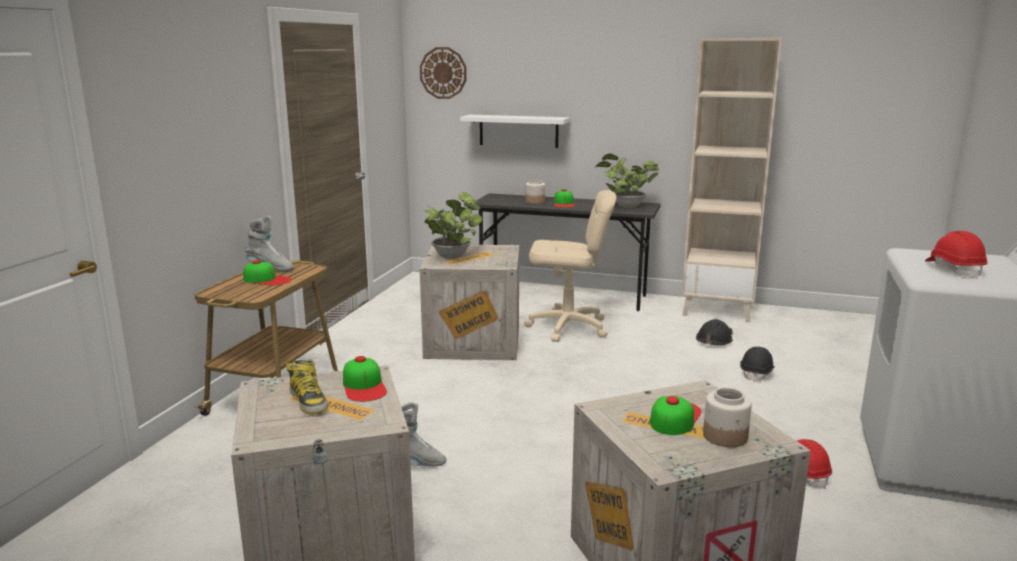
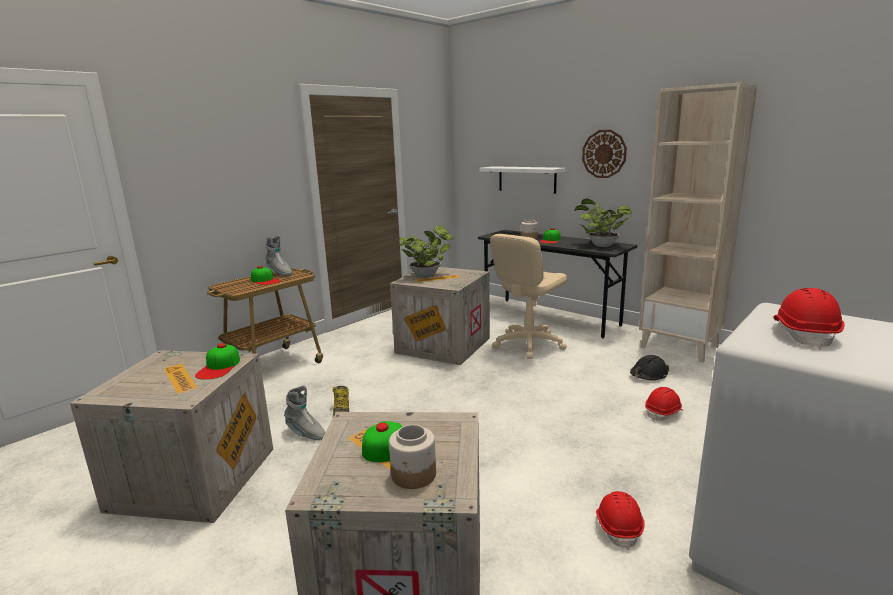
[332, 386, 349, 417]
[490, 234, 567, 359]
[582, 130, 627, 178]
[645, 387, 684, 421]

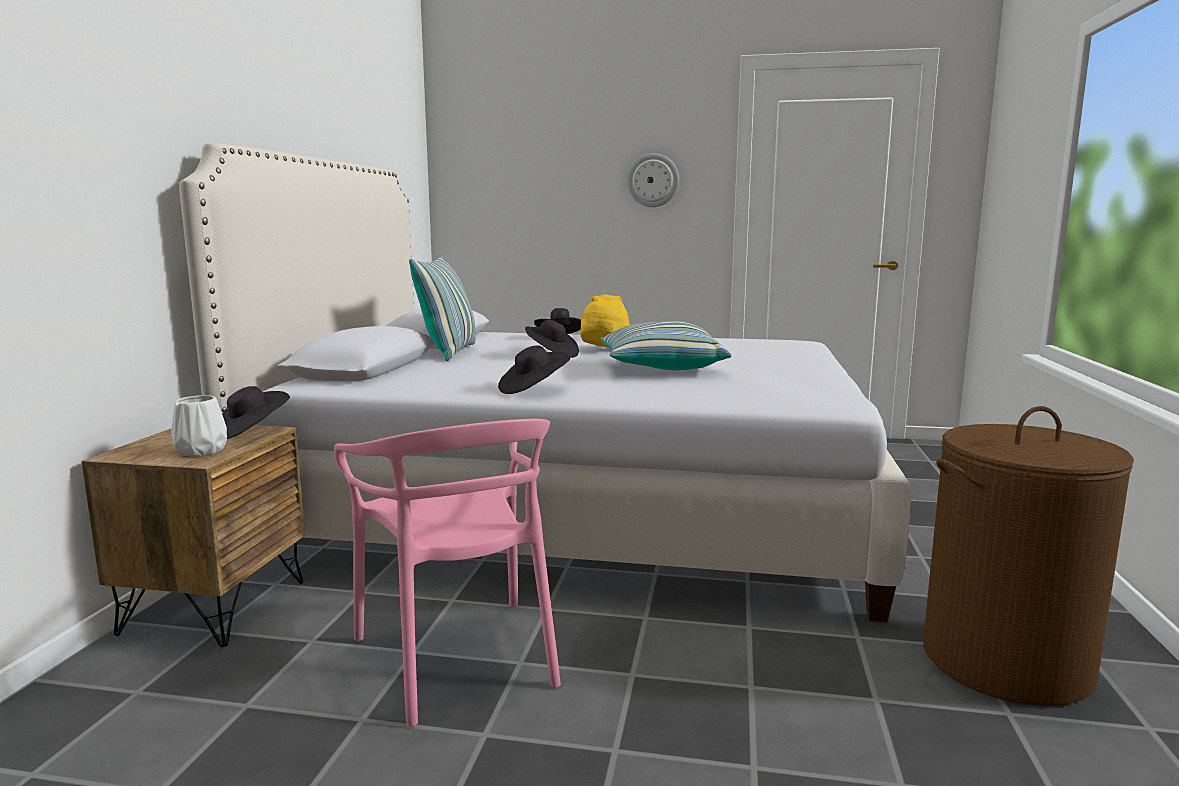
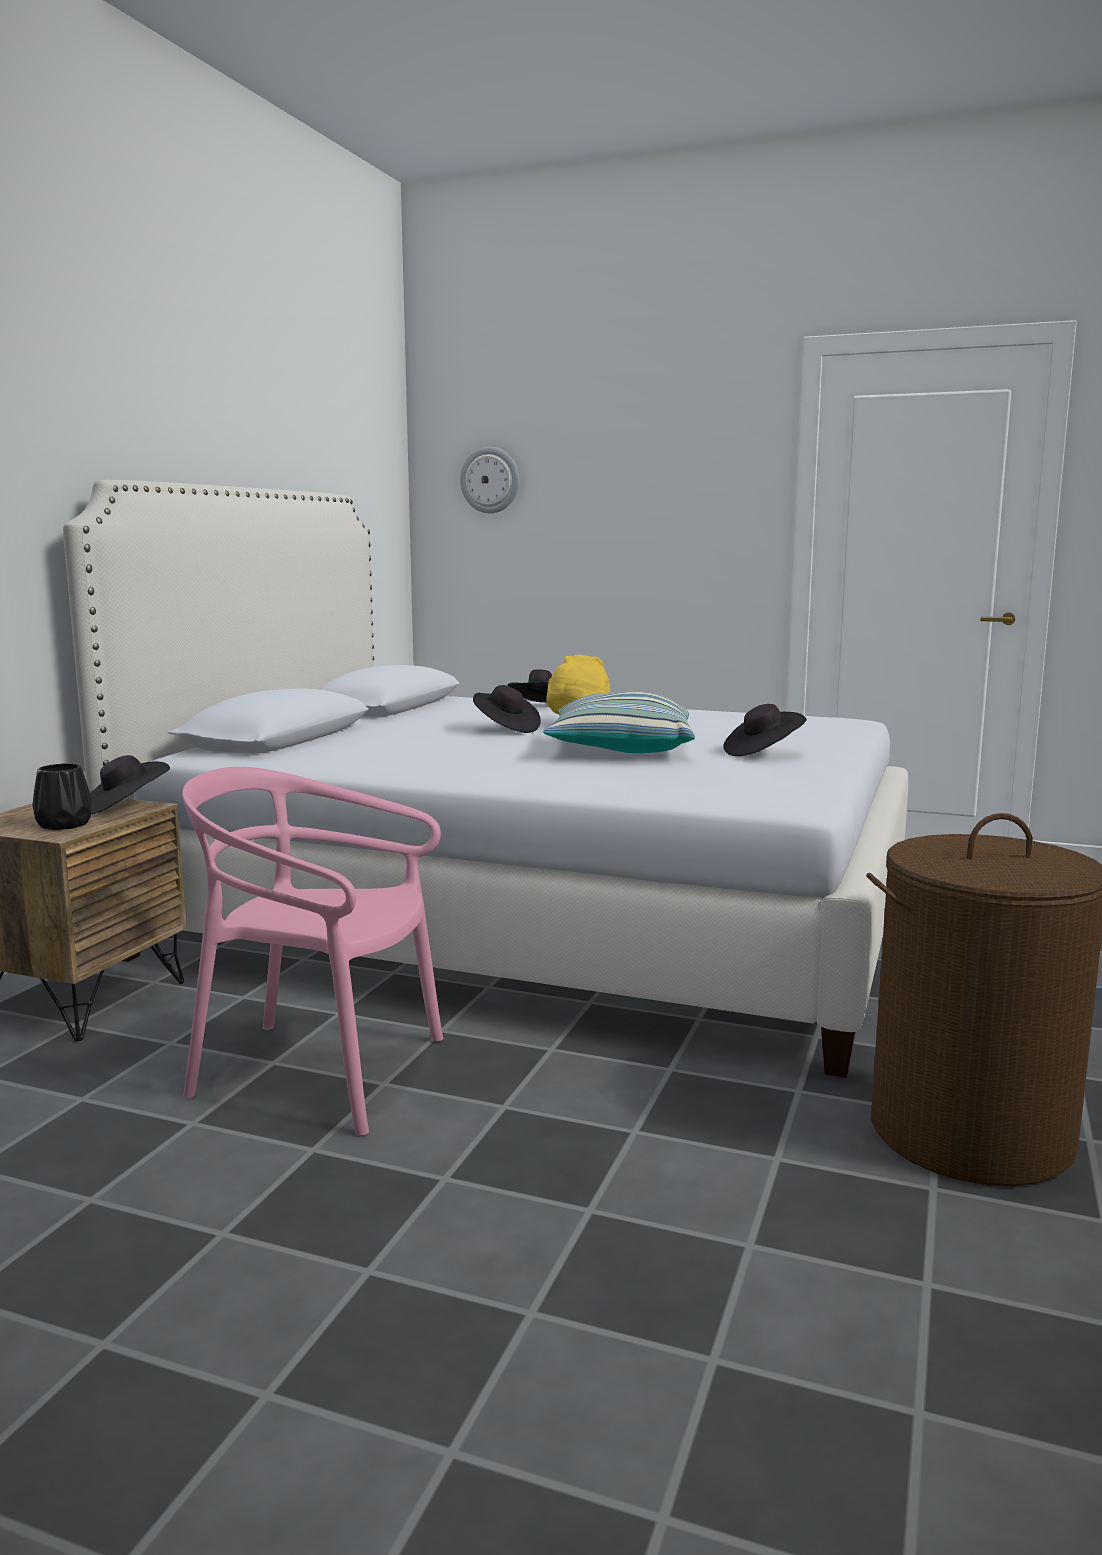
[33, 764, 92, 830]
[182, 767, 443, 1136]
[460, 447, 519, 513]
[723, 704, 807, 756]
[409, 256, 476, 361] (first image)

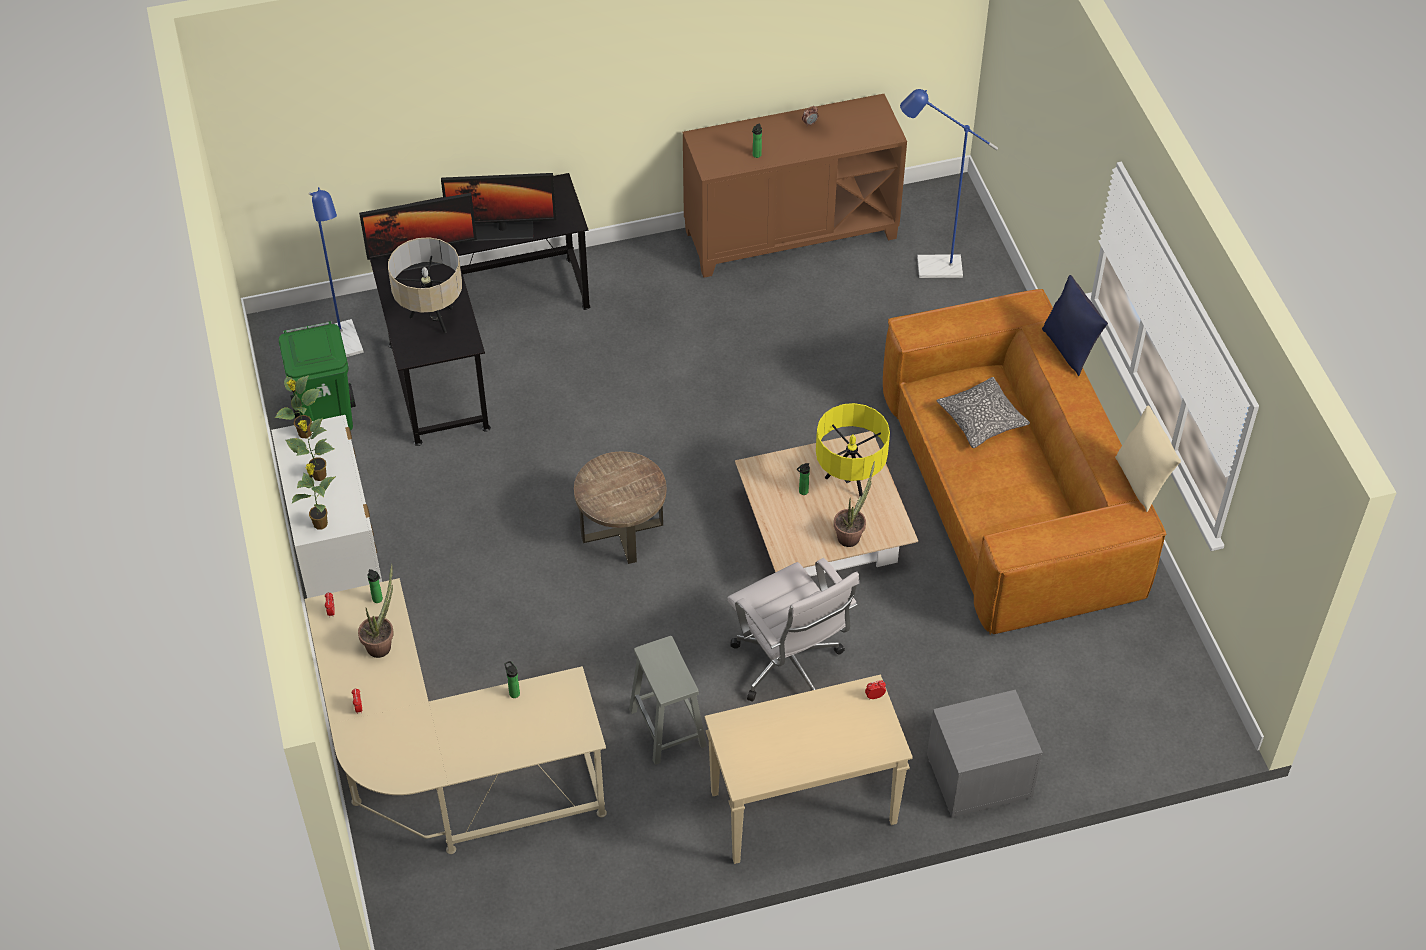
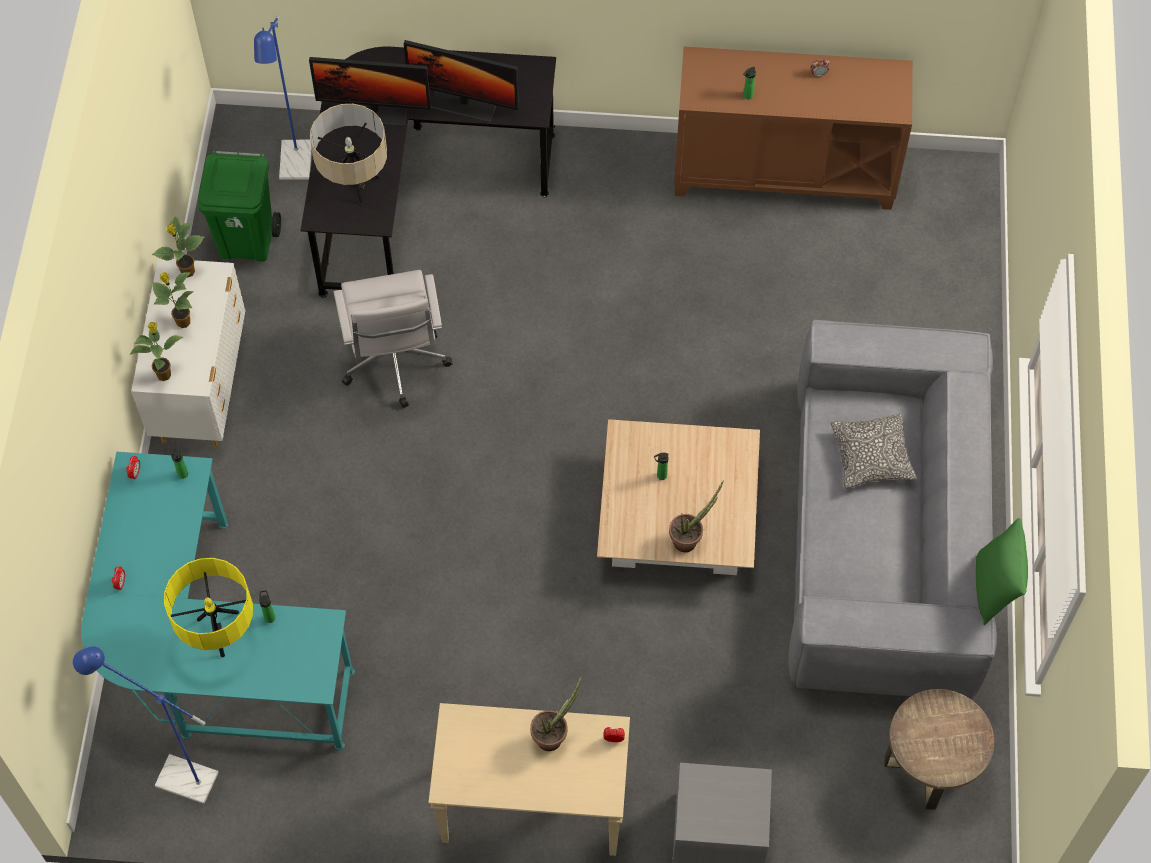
[73, 646, 219, 804]
[81, 452, 355, 750]
[164, 558, 253, 657]
[334, 270, 453, 408]
[530, 674, 583, 751]
[788, 320, 997, 699]
[885, 689, 994, 810]
[976, 518, 1028, 625]
[629, 636, 707, 765] (first image)
[1042, 275, 1108, 376] (first image)

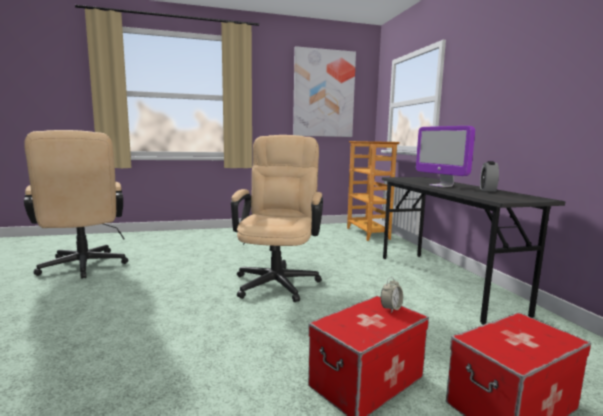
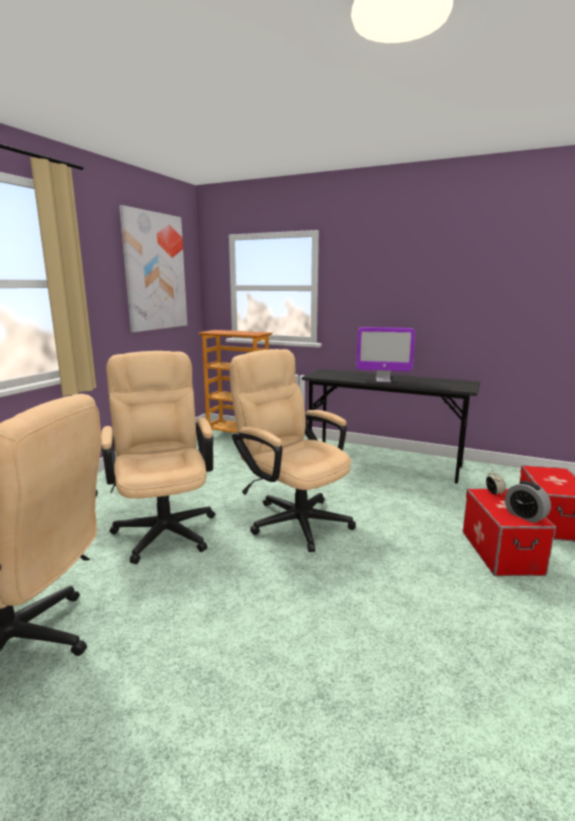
[101, 351, 215, 564]
[505, 481, 551, 523]

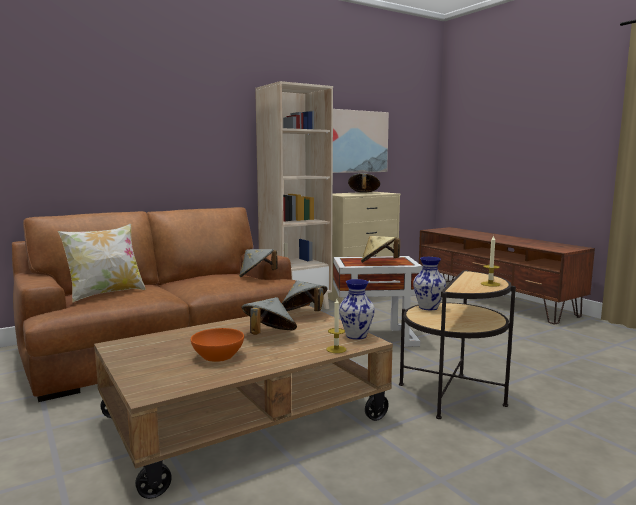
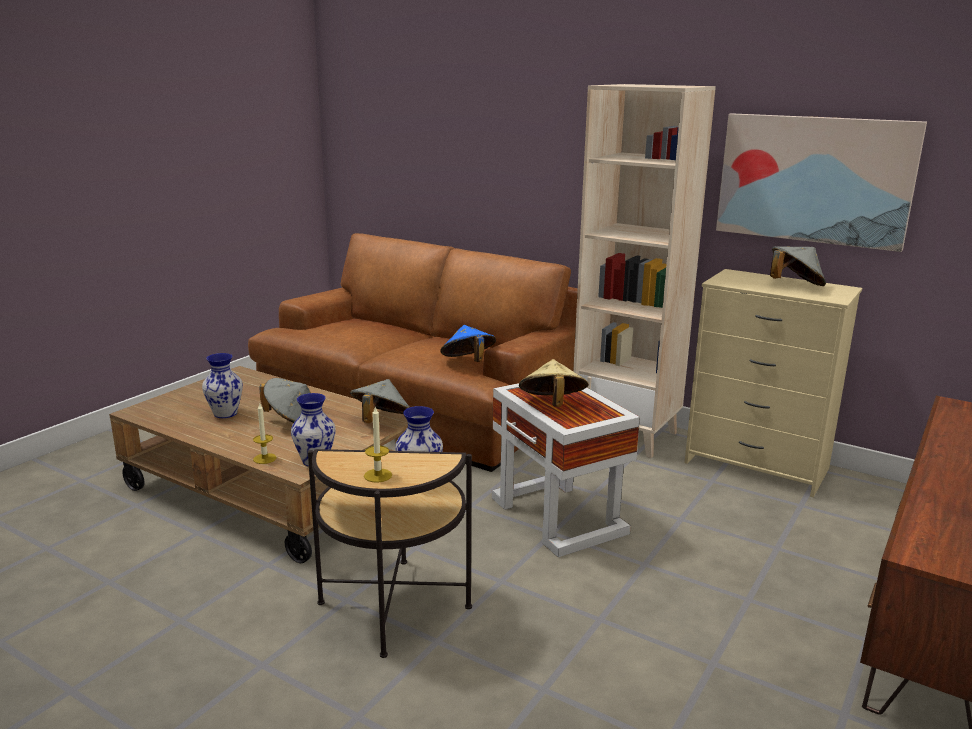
[202, 353, 243, 418]
[440, 325, 496, 362]
[58, 224, 146, 302] (first image)

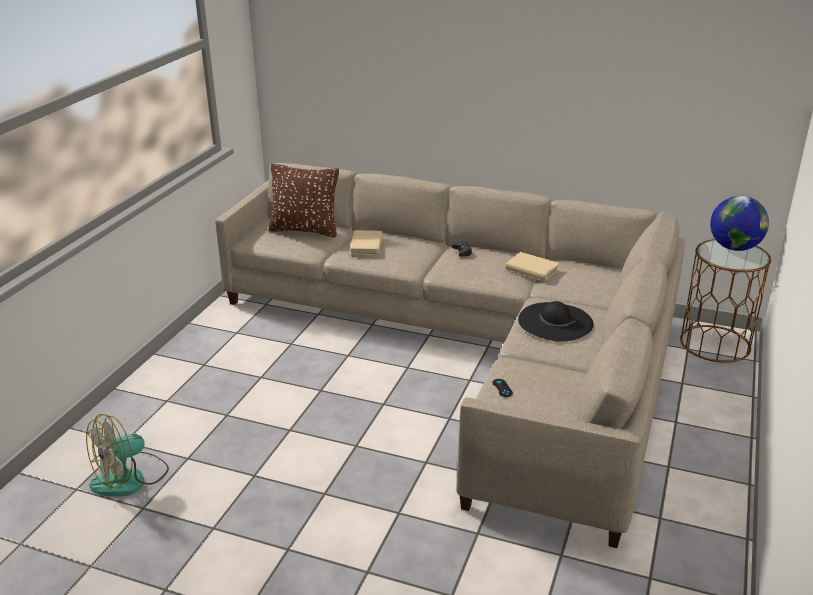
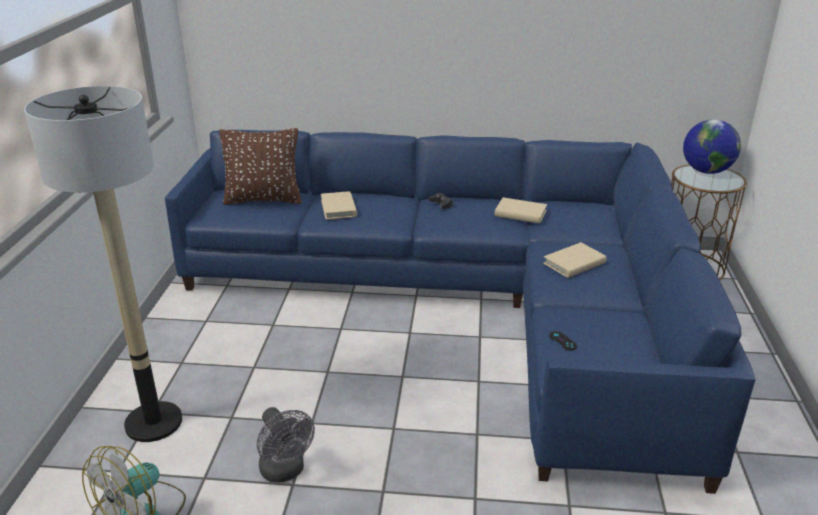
[24, 86, 182, 442]
[165, 130, 756, 494]
[257, 407, 315, 483]
[543, 242, 607, 278]

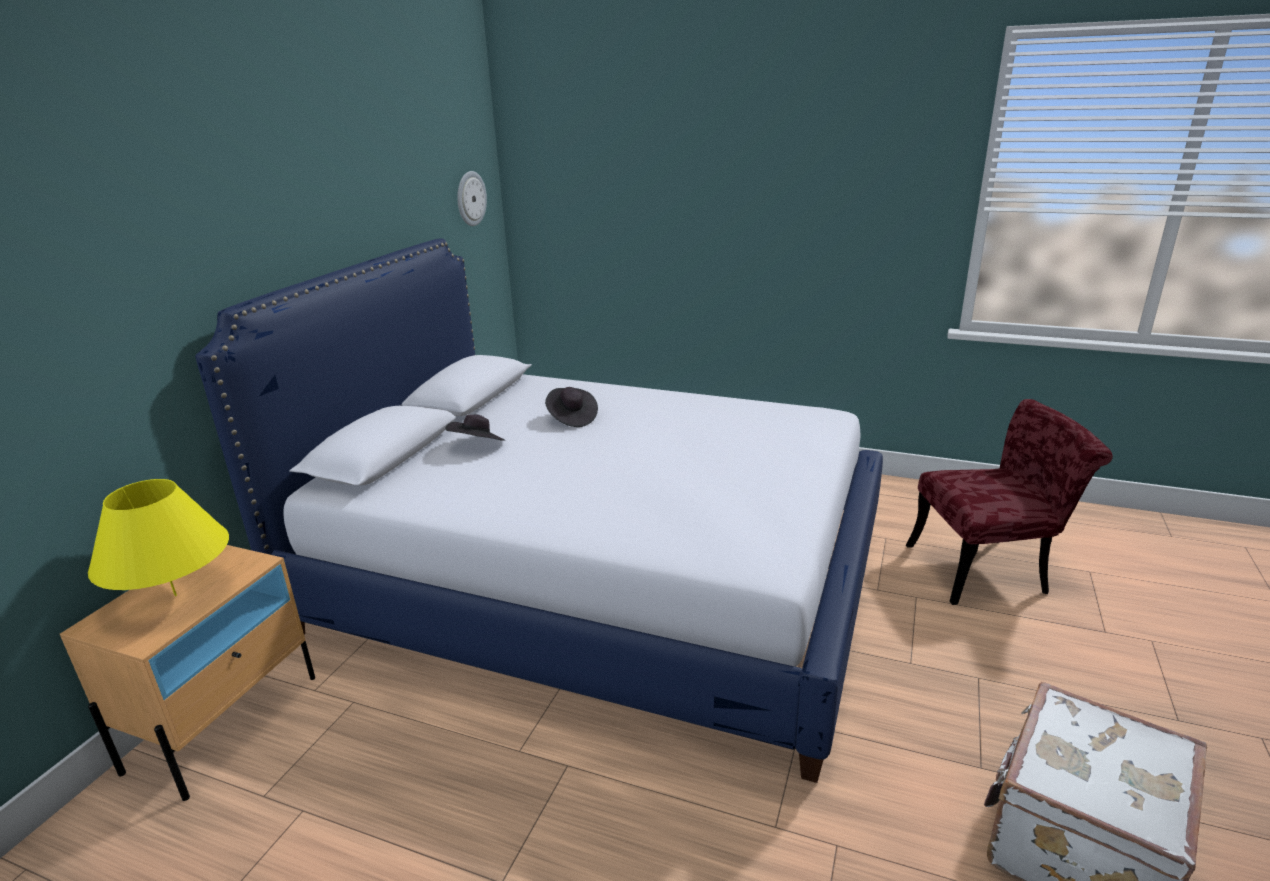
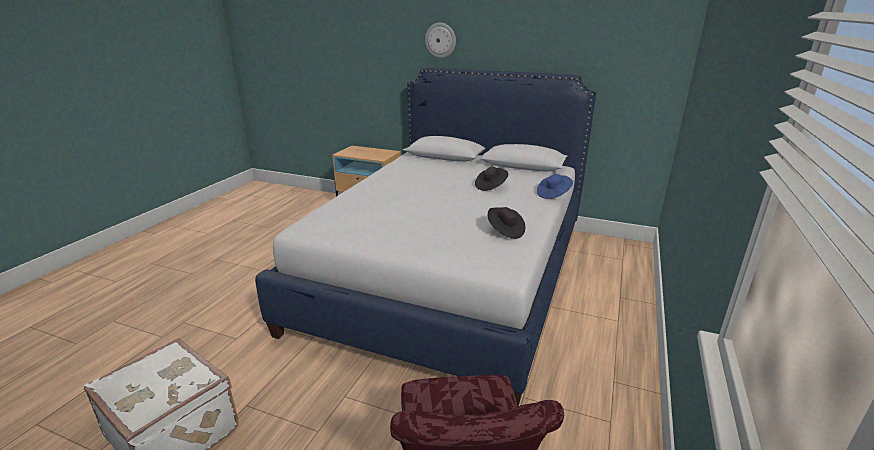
[425, 23, 456, 58]
[488, 207, 525, 239]
[537, 174, 573, 199]
[88, 479, 229, 596] (first image)

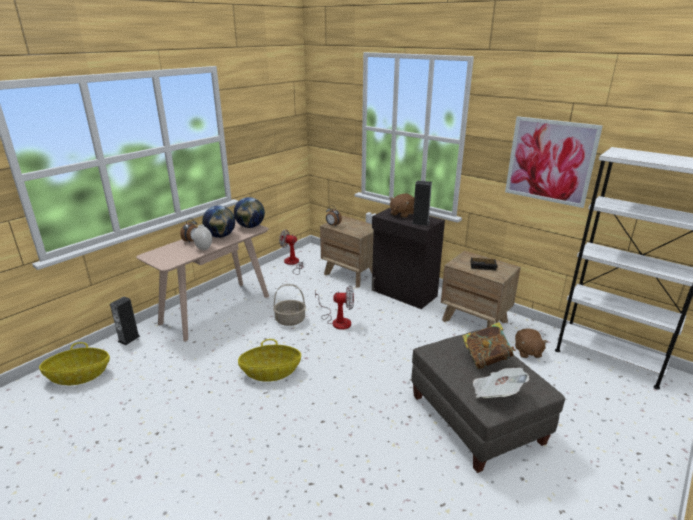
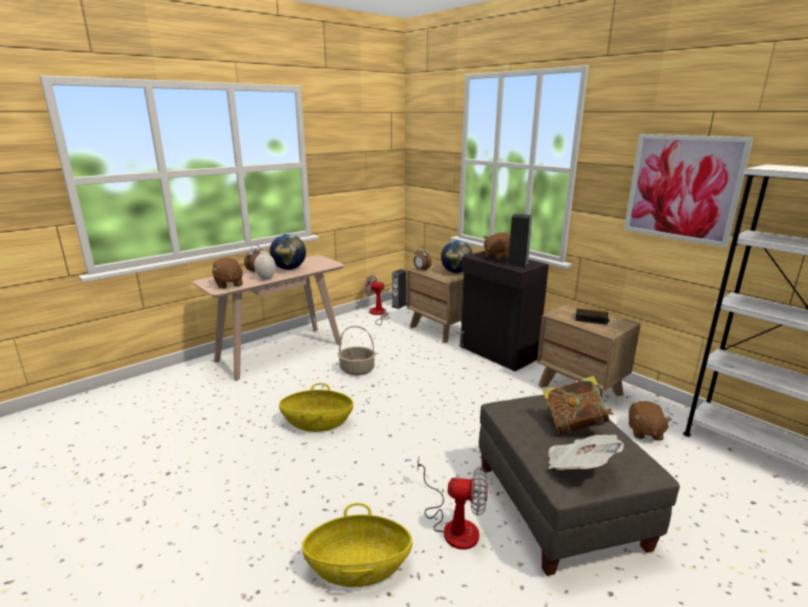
[212, 258, 243, 289]
[302, 503, 412, 587]
[391, 269, 407, 309]
[417, 457, 488, 549]
[441, 241, 473, 273]

